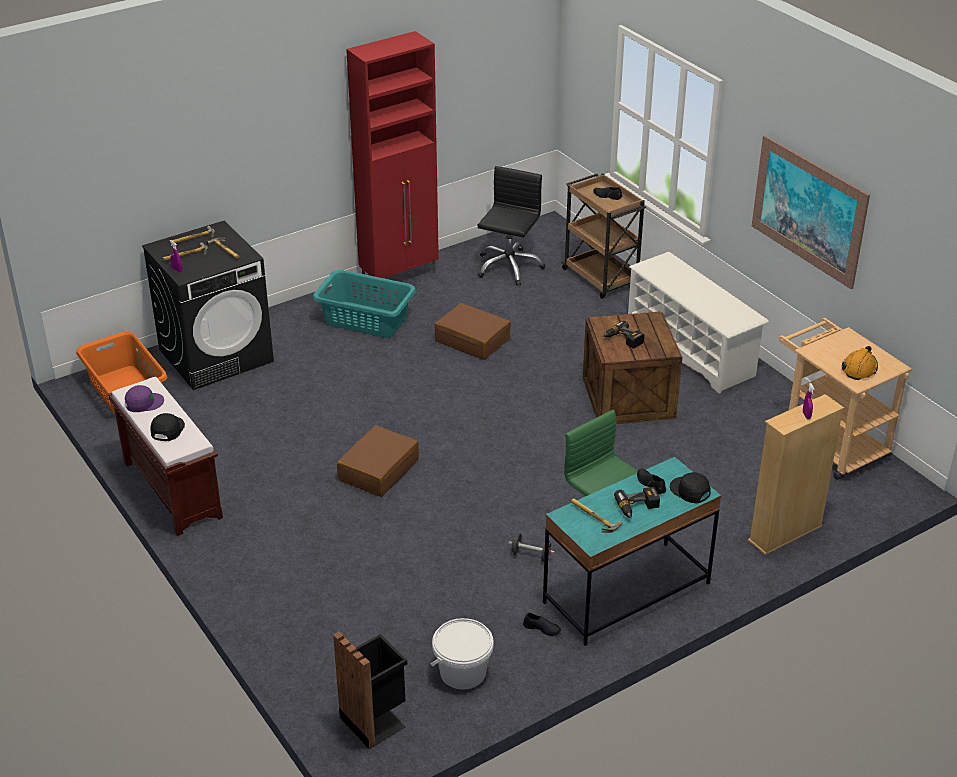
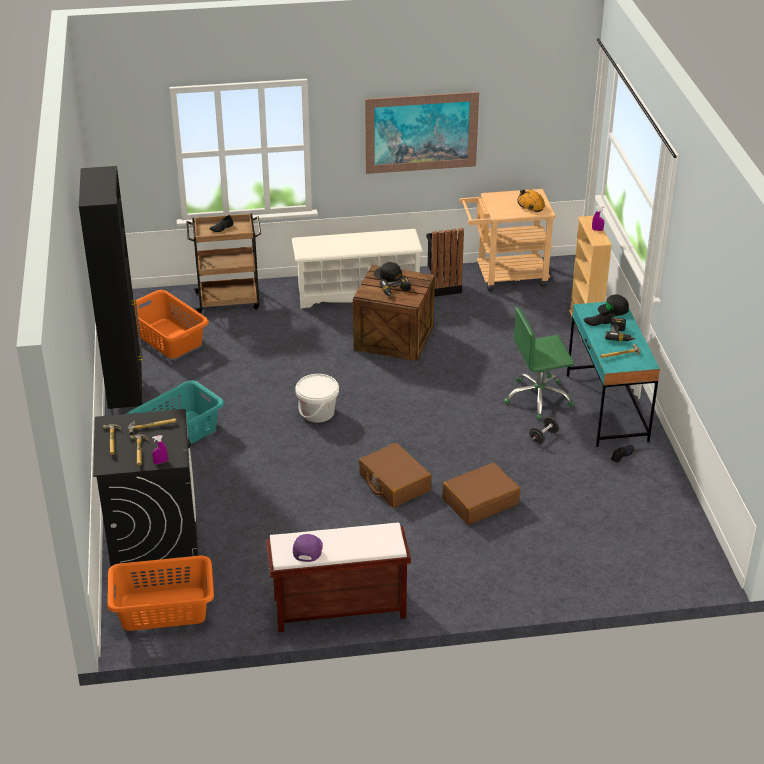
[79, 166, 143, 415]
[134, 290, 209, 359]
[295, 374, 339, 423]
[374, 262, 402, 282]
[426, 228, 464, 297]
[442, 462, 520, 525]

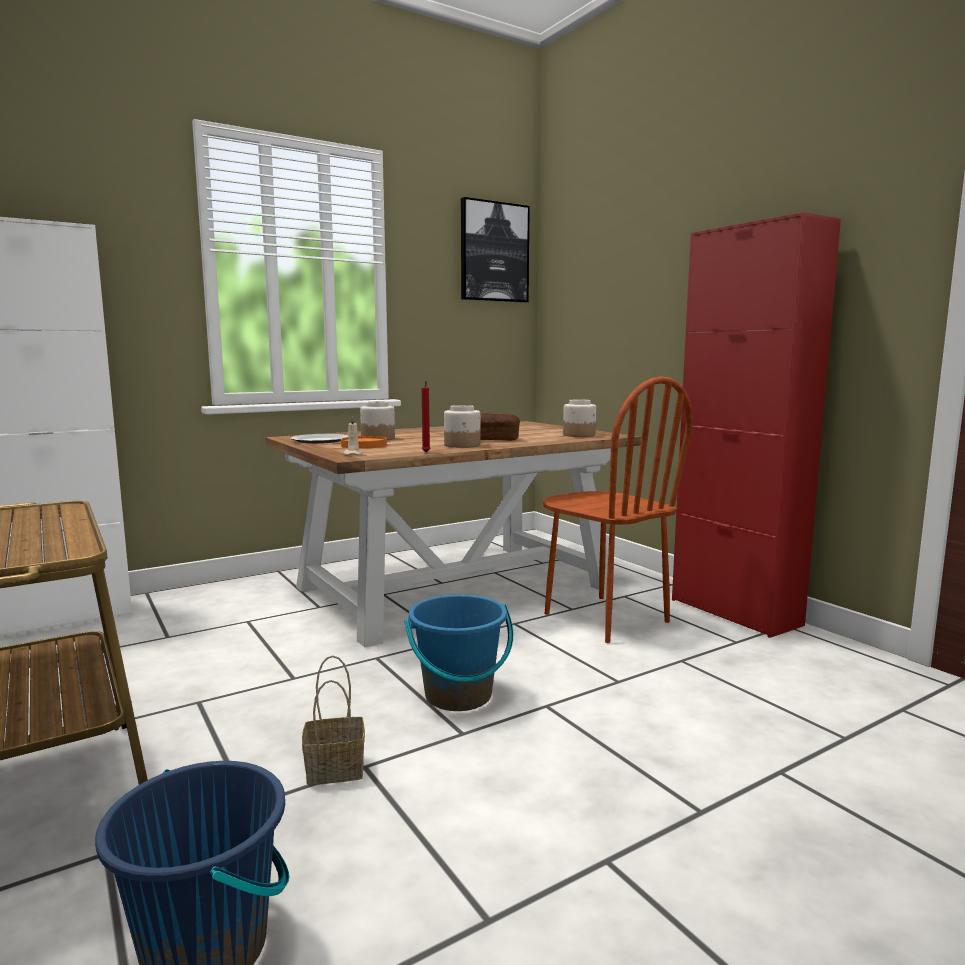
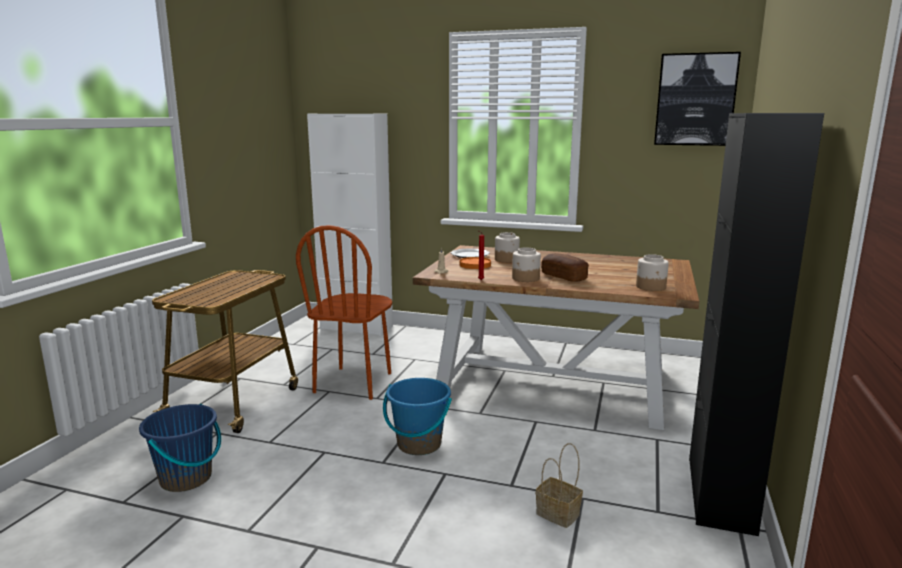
[296, 225, 392, 400]
[536, 443, 583, 528]
[689, 113, 824, 536]

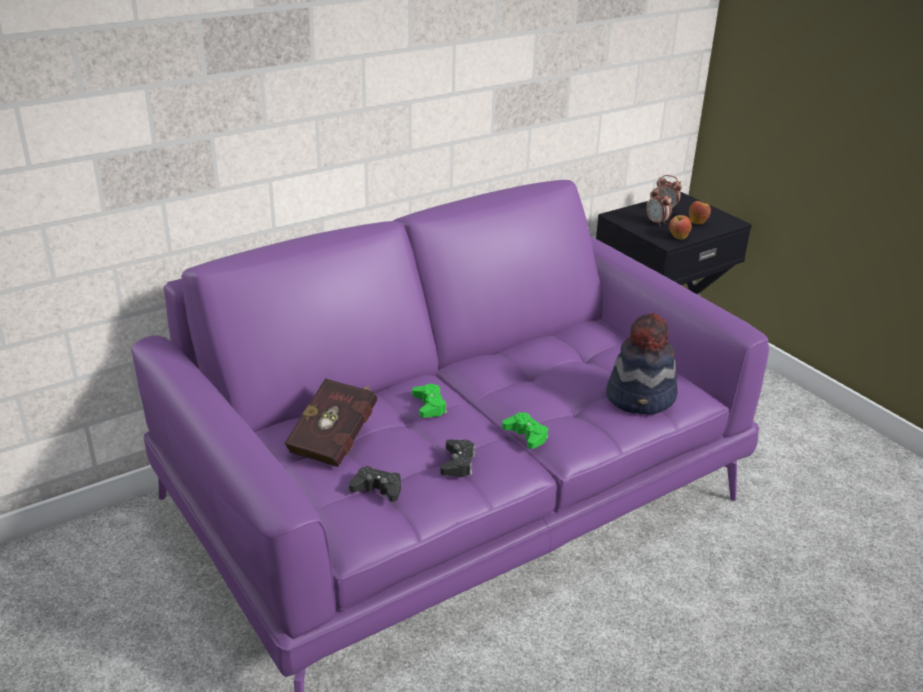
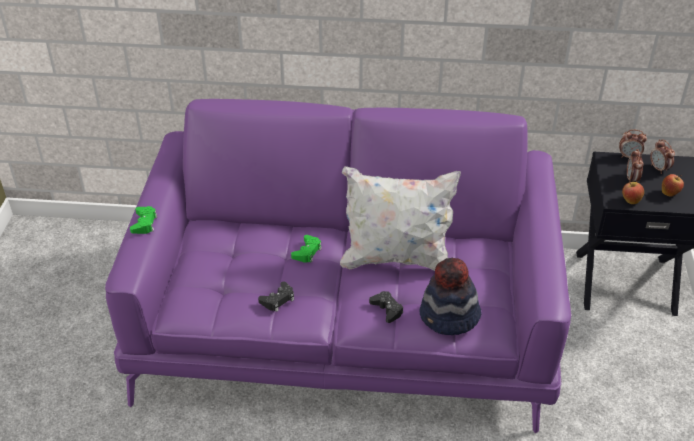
[130, 206, 157, 234]
[340, 166, 461, 271]
[369, 291, 403, 323]
[619, 130, 647, 158]
[284, 378, 377, 467] (first image)

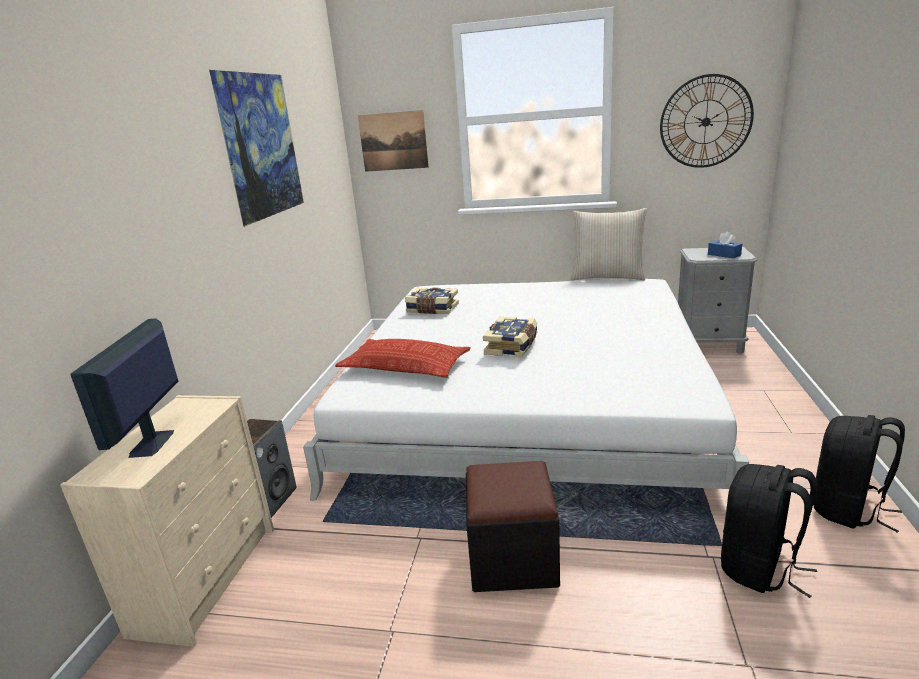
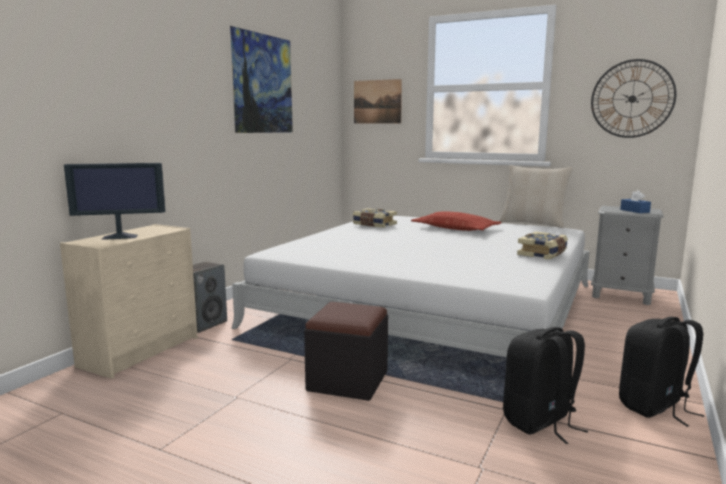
[64, 163, 165, 240]
[411, 211, 502, 231]
[517, 231, 568, 260]

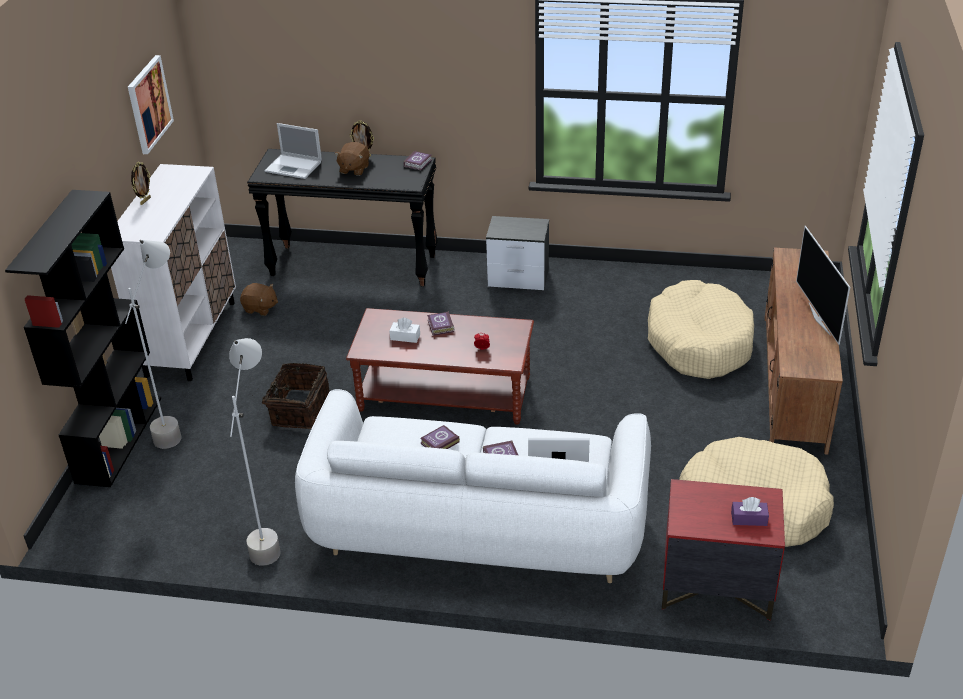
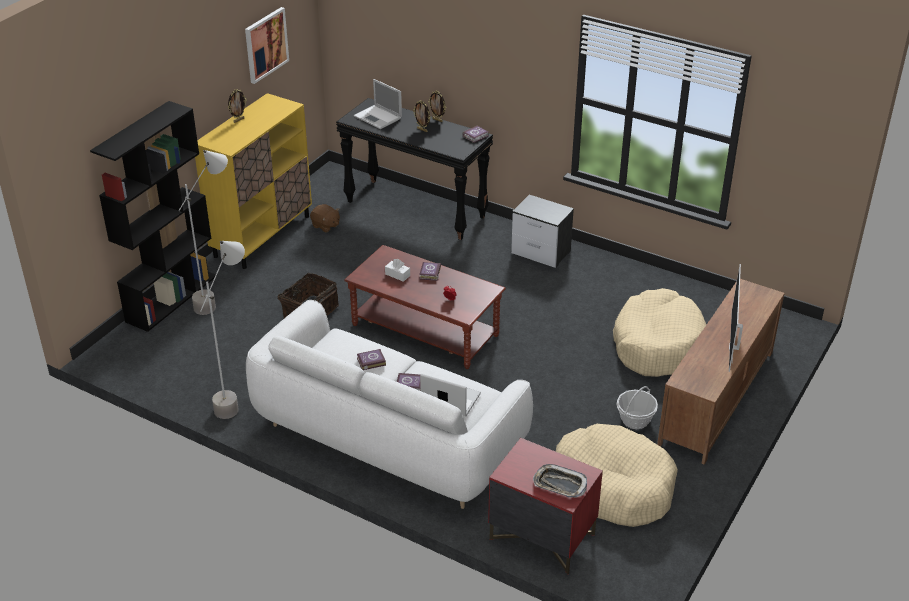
[195, 93, 312, 269]
[413, 100, 431, 132]
[533, 464, 587, 498]
[616, 386, 658, 429]

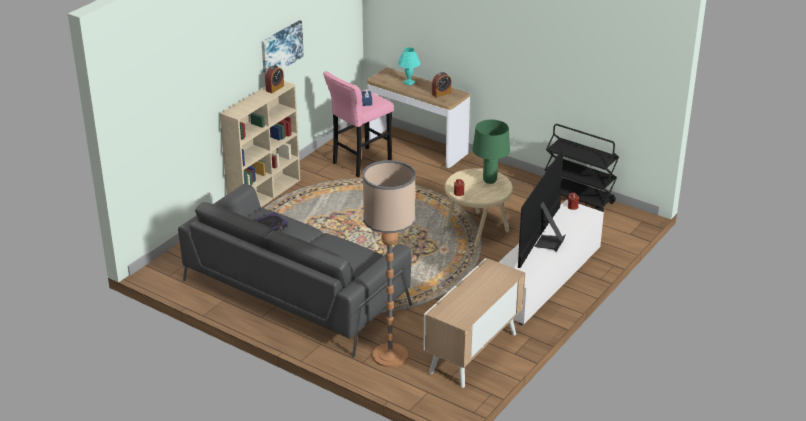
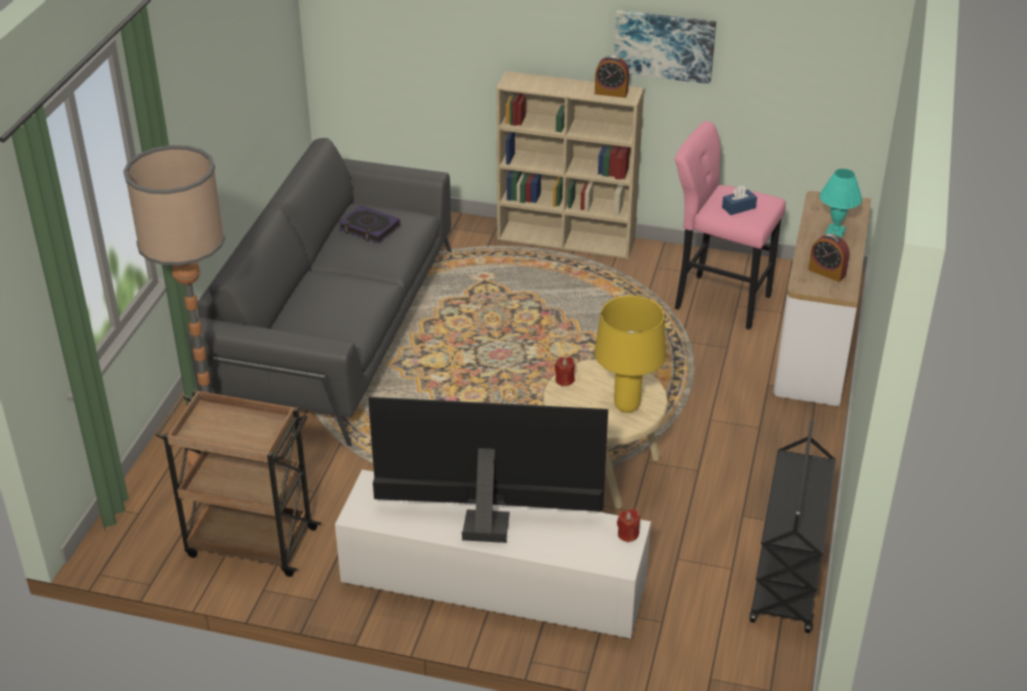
[156, 389, 321, 577]
[594, 296, 666, 413]

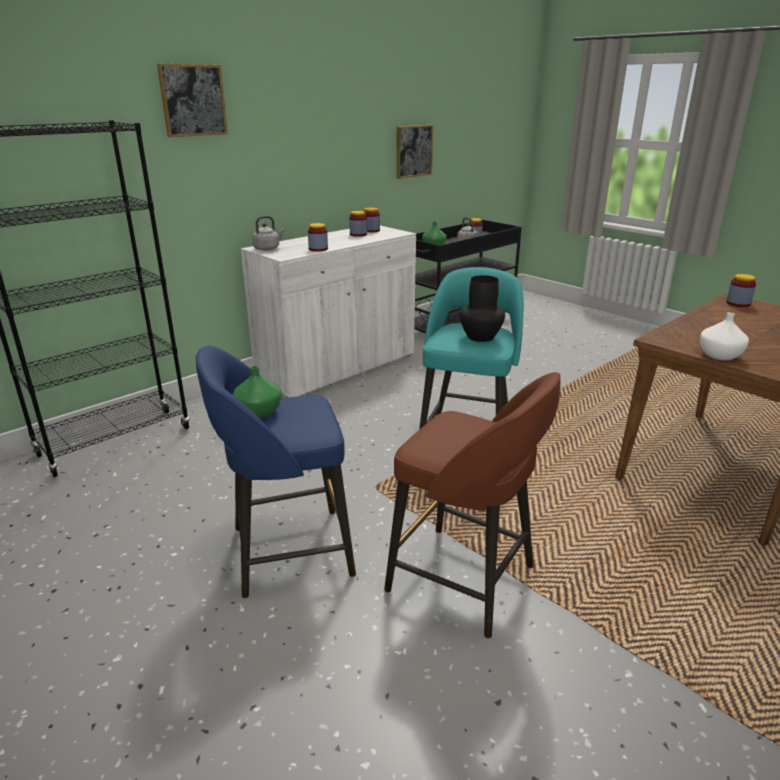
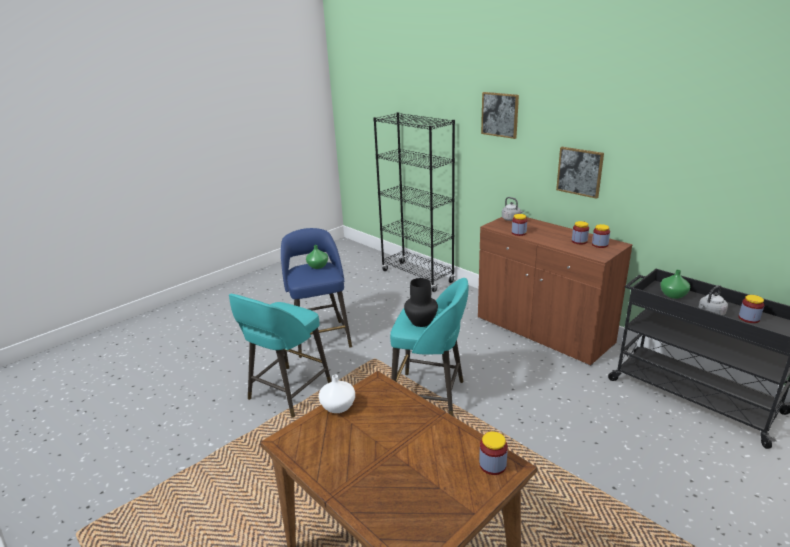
[229, 294, 331, 418]
[478, 217, 633, 366]
[556, 147, 604, 199]

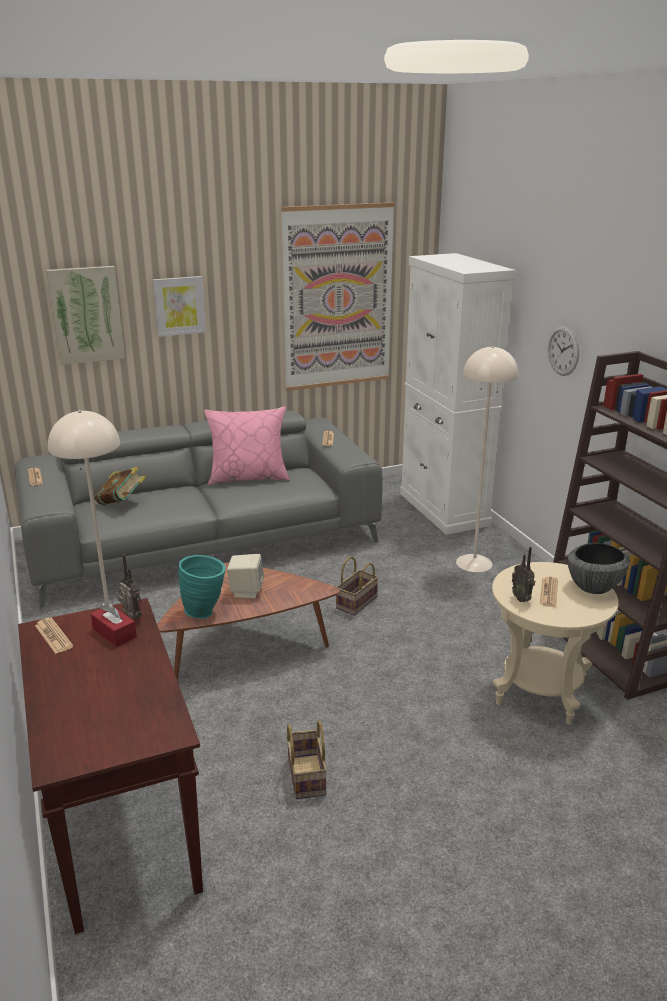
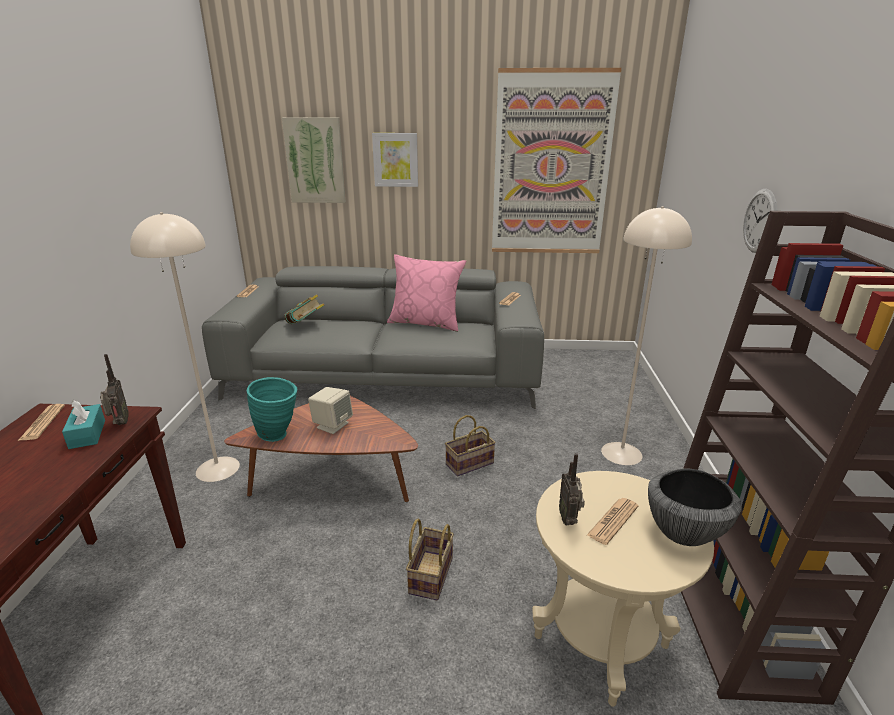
[62, 400, 105, 449]
[406, 518, 454, 601]
[400, 253, 516, 535] (first image)

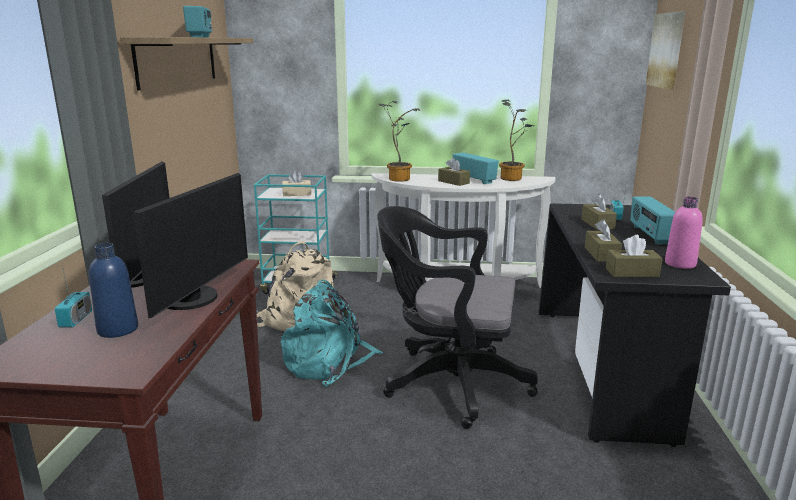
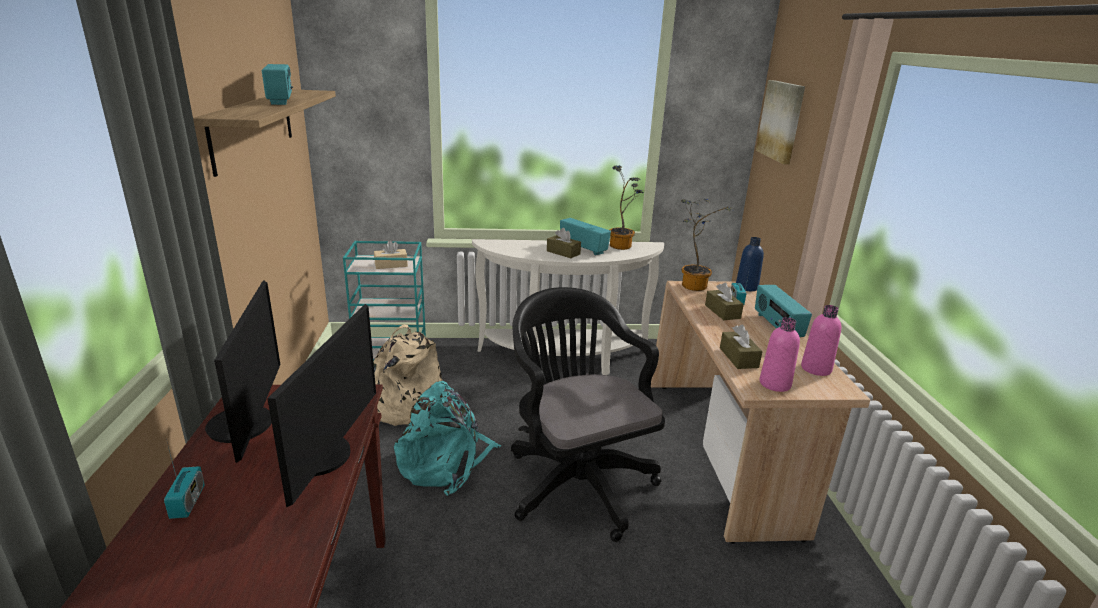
[511, 287, 665, 542]
[651, 281, 870, 544]
[681, 198, 733, 291]
[736, 237, 764, 291]
[760, 317, 800, 392]

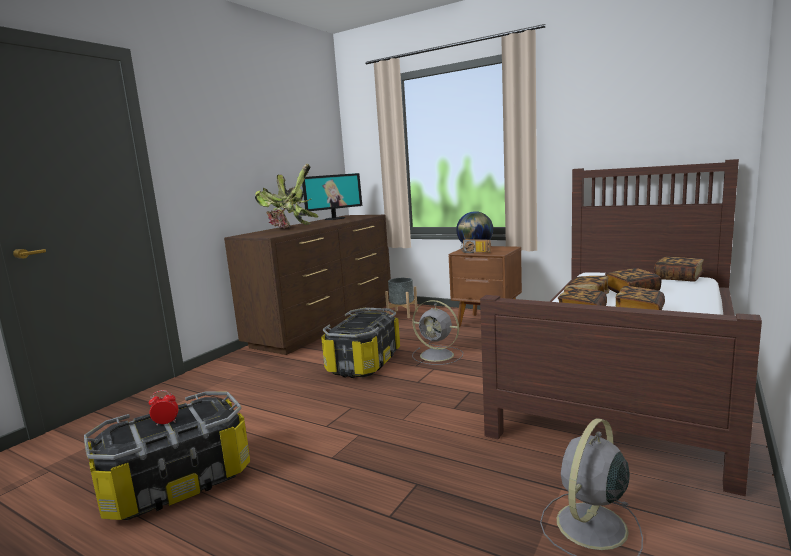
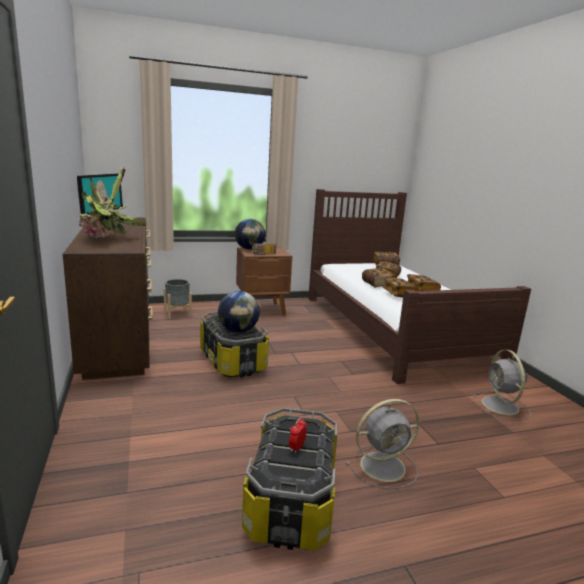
[218, 291, 260, 333]
[346, 399, 419, 489]

